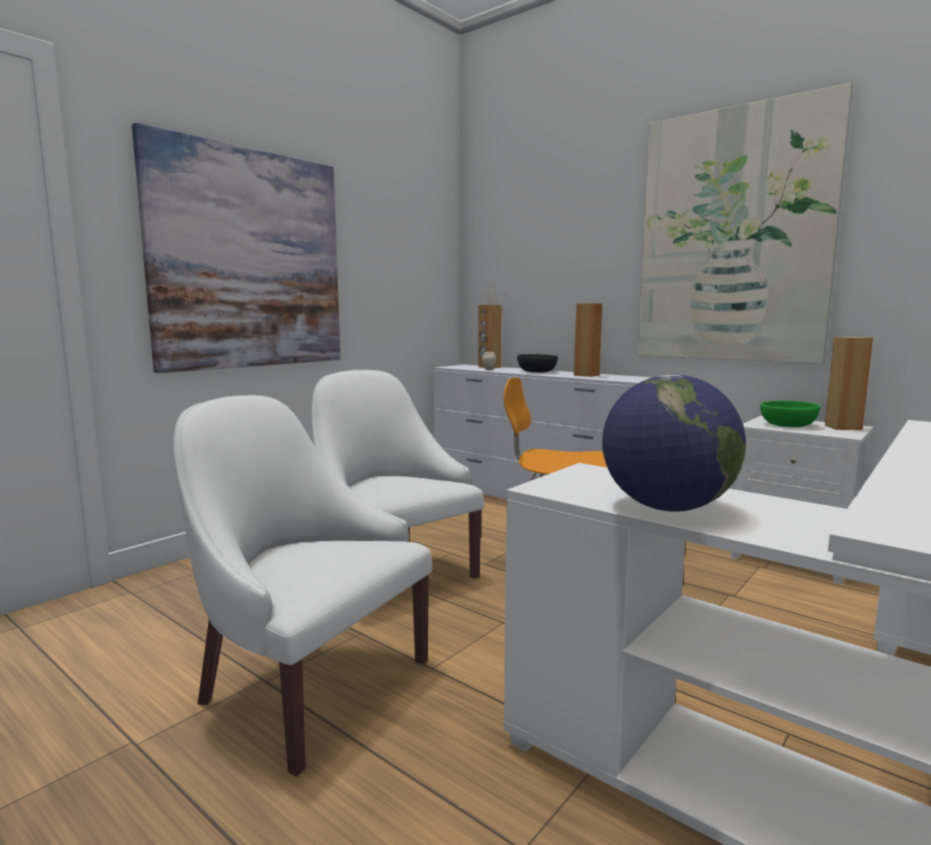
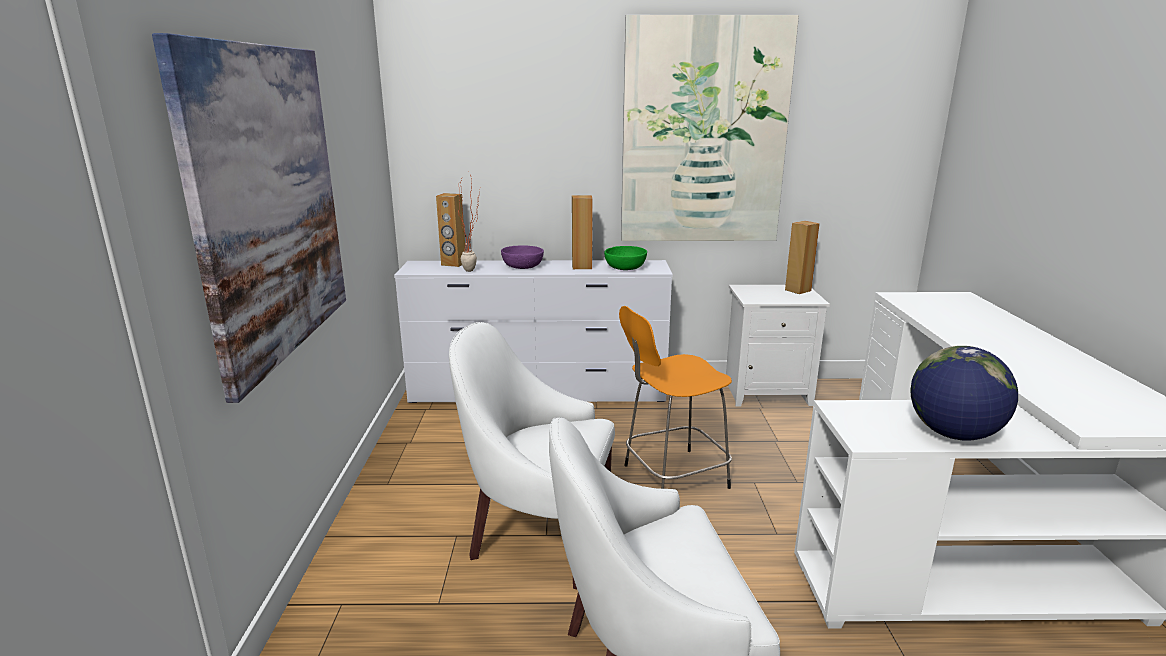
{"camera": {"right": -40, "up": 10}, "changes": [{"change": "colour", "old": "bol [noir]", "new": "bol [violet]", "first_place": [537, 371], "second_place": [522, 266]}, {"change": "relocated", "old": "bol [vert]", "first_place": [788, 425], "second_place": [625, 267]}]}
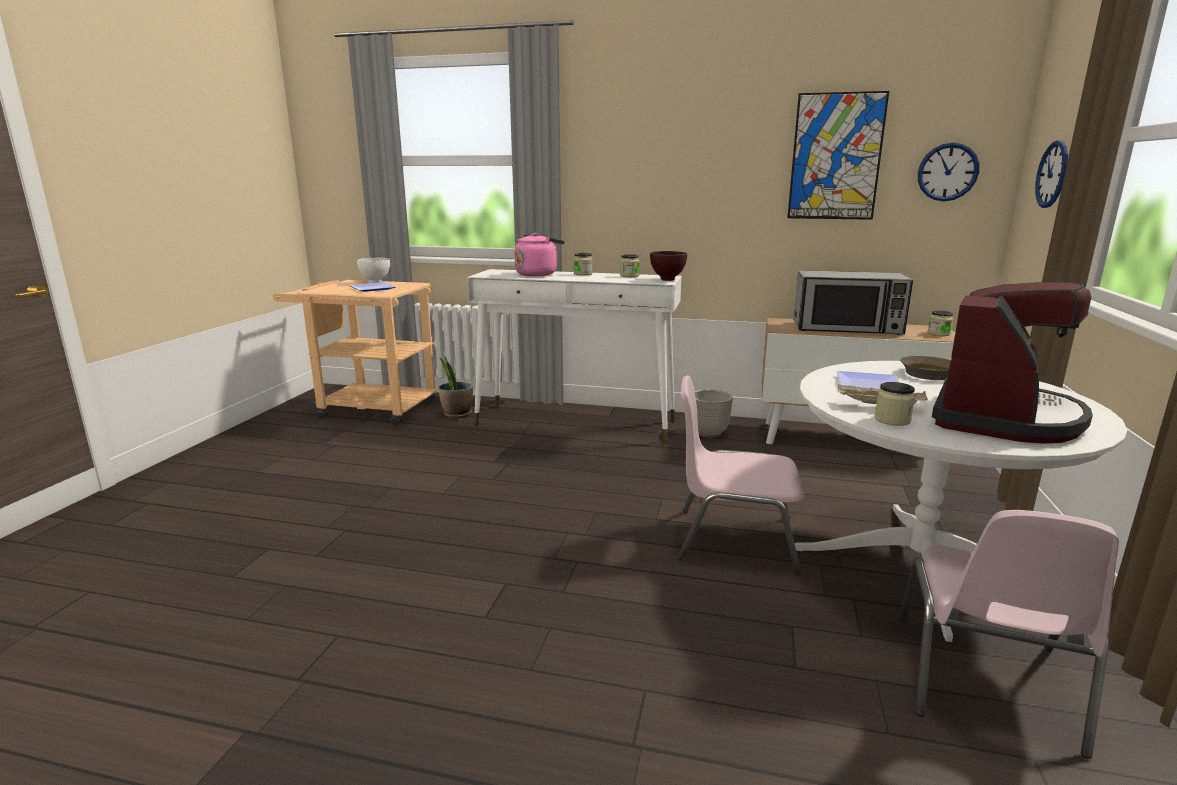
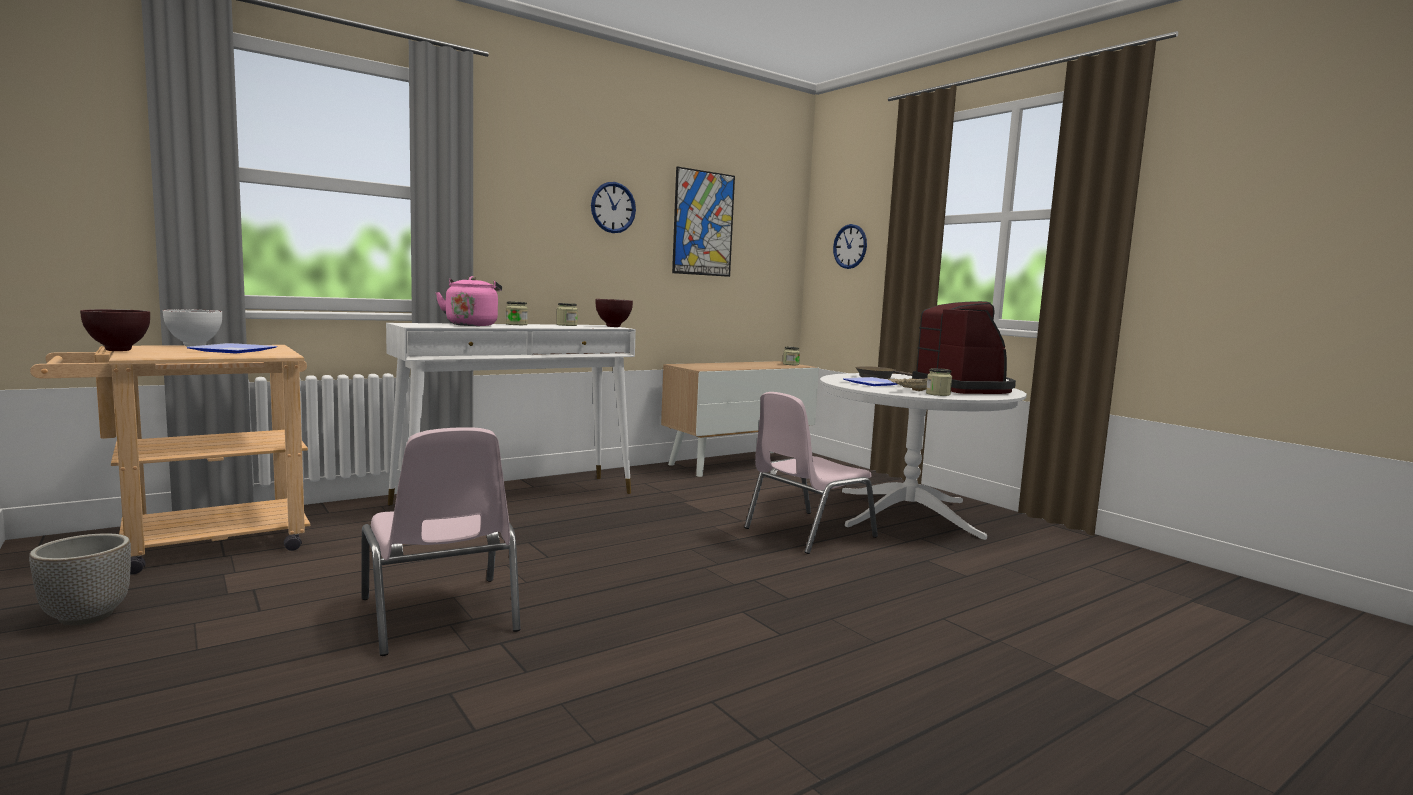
{"camera": {"right": -50, "up": -10}, "changes": [{"change": "relocated", "old": "cache-pot", "first_place": [708, 433], "second_place": [85, 616]}, {"change": "appeared", "new": "bol [marron]", "second_place": [120, 350]}, {"change": "relocated", "old": "chaise [rose]", "first_place": [984, 682], "second_place": [440, 616]}, {"change": "relocated", "old": "horloge murale", "first_place": [947, 172], "second_place": [613, 207]}, {"change": "missing", "old": "plante en pot", "first_place": [457, 414]}, {"change": "missing", "old": "micro-ondes", "first_place": [847, 329]}]}
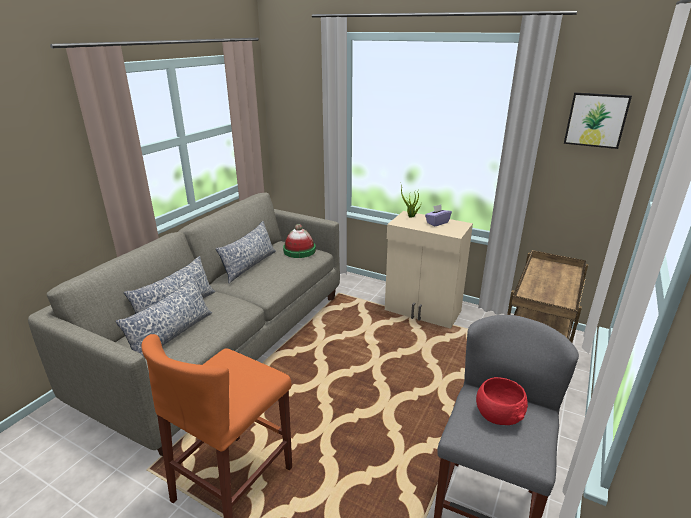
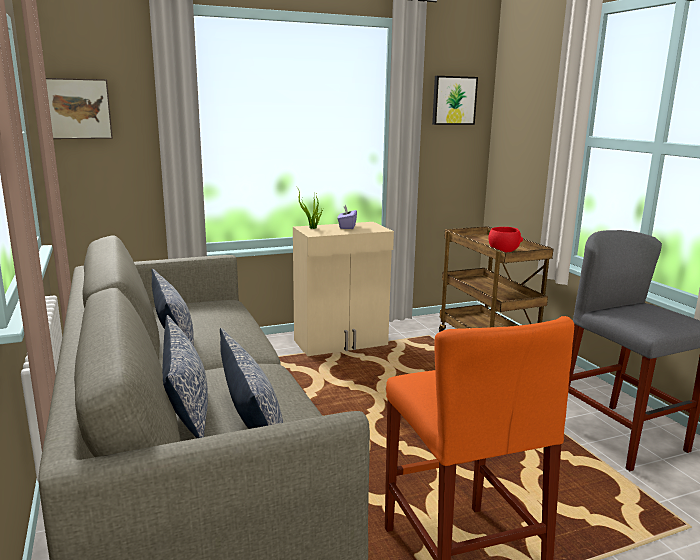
{"camera": {"right": -50, "up": -10}, "changes": [{"change": "appeared", "new": "tableau", "second_place": [79, 109]}, {"change": "relocated", "old": "bol [rouge]", "first_place": [499, 415], "second_place": [503, 250]}, {"change": "missing", "old": "chapeau", "first_place": [299, 250]}]}
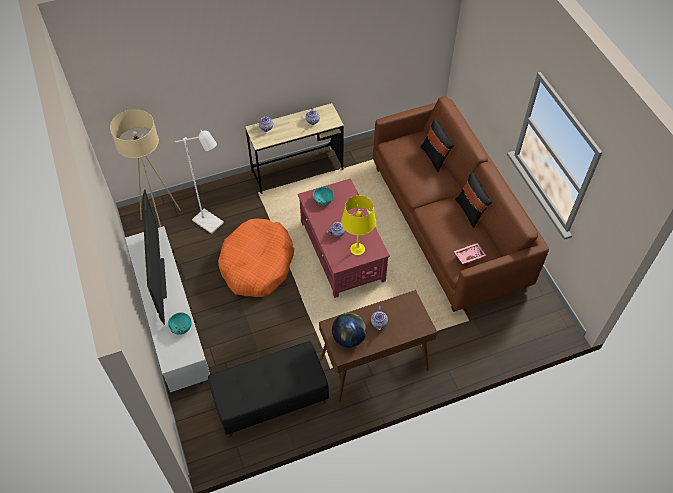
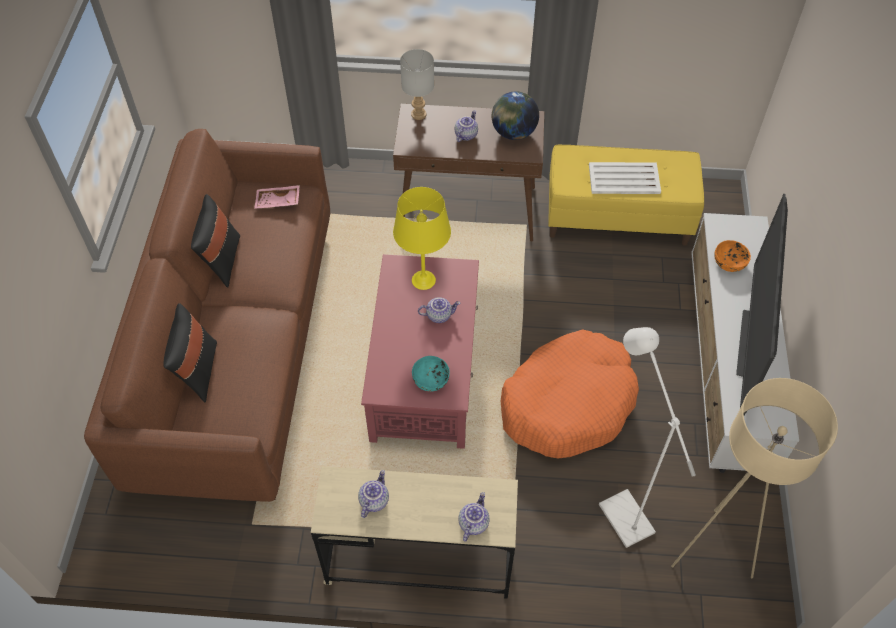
{"camera": {"right": -155, "up": 0}, "changes": [{"change": "appeared", "new": "lampe de table [gris]", "second_place": [419, 115]}, {"change": "colour", "old": "banc [noir]", "new": "banc [jaune]", "first_place": [271, 401], "second_place": [618, 218]}, {"change": "appeared", "new": "plateau [blanc]", "second_place": [625, 179]}, {"change": "colour", "old": "bol [turquoise]", "new": "bol [orange]", "first_place": [180, 327], "second_place": [729, 263]}]}
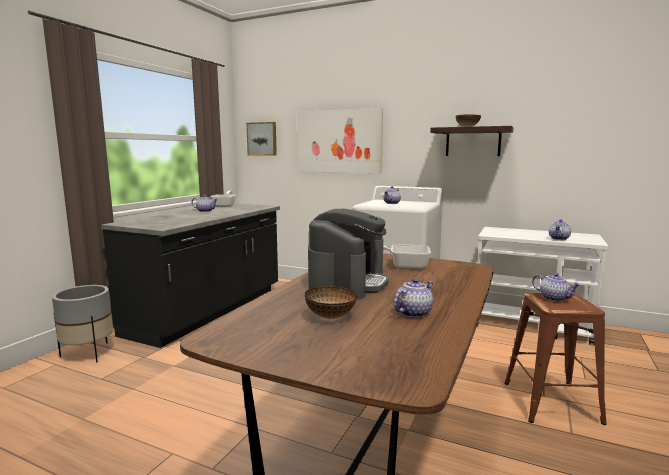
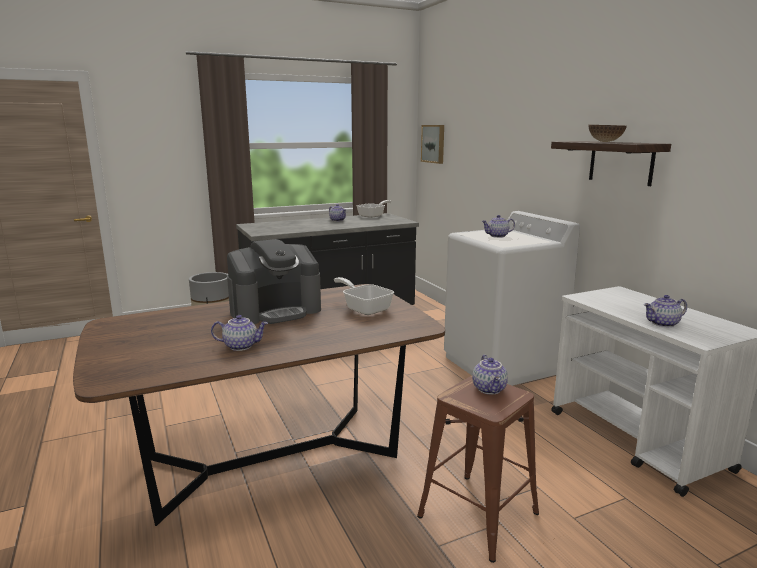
{"camera": {"right": 40, "up": 5}, "changes": [{"change": "missing", "old": "tableau", "first_place": [339, 141]}, {"change": "missing", "old": "bol", "first_place": [331, 317]}]}
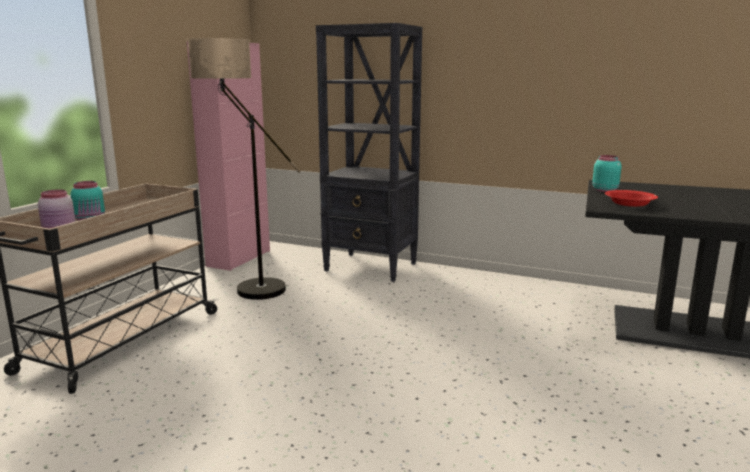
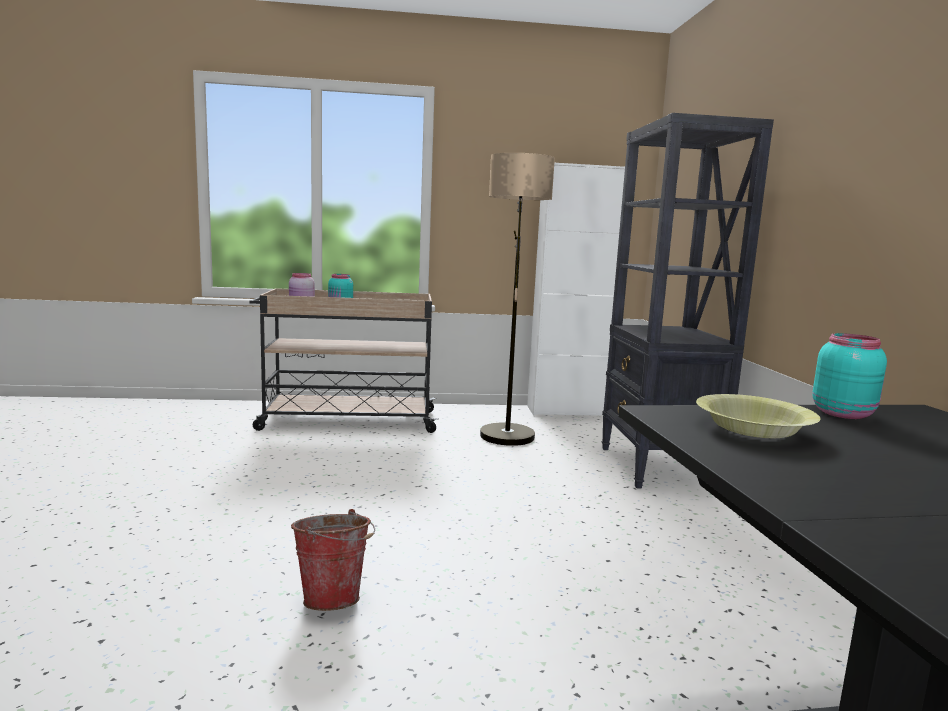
{"camera": {"right": 60, "up": -5}, "changes": [{"change": "appeared", "new": "seau", "second_place": [334, 597]}, {"change": "colour", "old": "meuble de rangement [rose]", "new": "meuble de rangement [blanc]", "first_place": [239, 258], "second_place": [567, 411]}, {"change": "colour", "old": "bol [rouge]", "new": "bol [jaune]", "first_place": [630, 204], "second_place": [753, 429]}]}
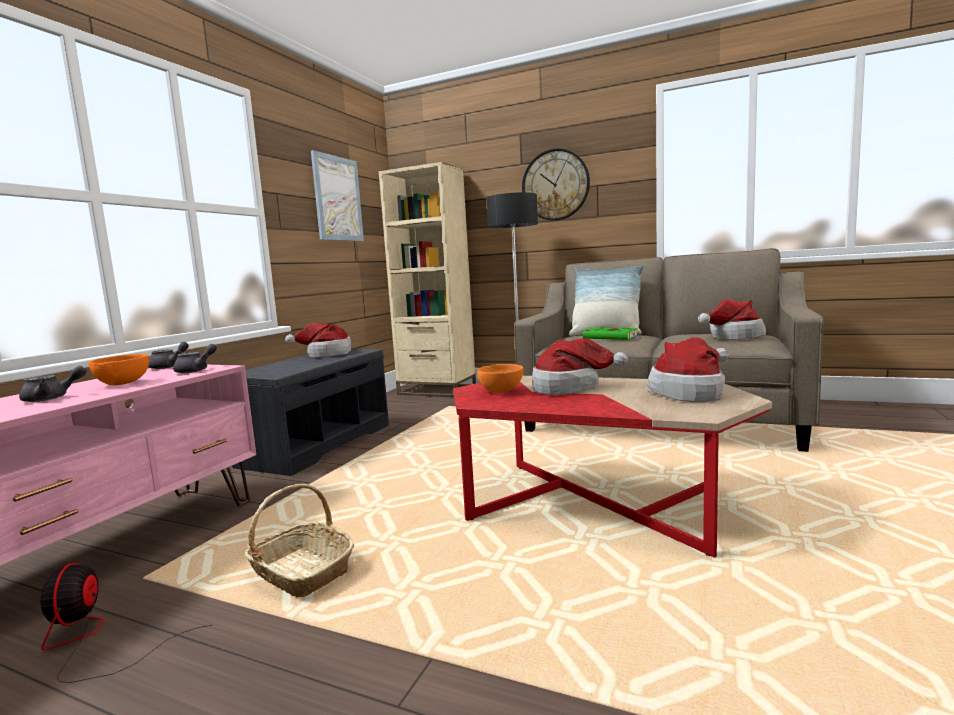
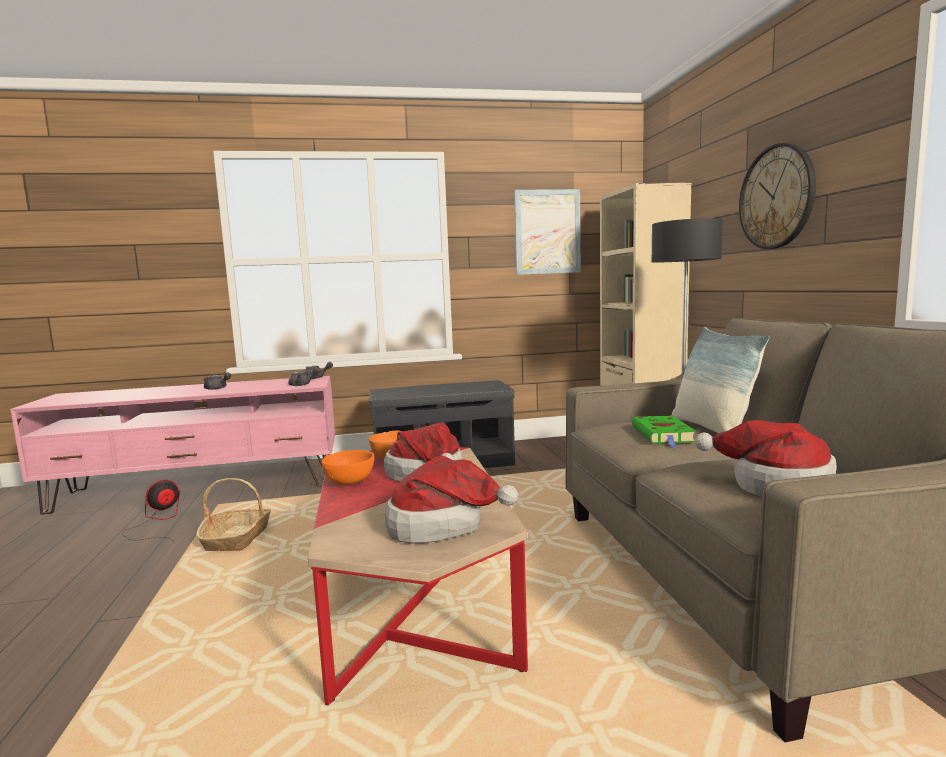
{"camera": {"right": 55, "up": 0}, "changes": [{"change": "relocated", "old": "bol [orange]", "first_place": [122, 383], "second_place": [349, 482]}, {"change": "missing", "old": "chapeau", "first_place": [327, 354]}]}
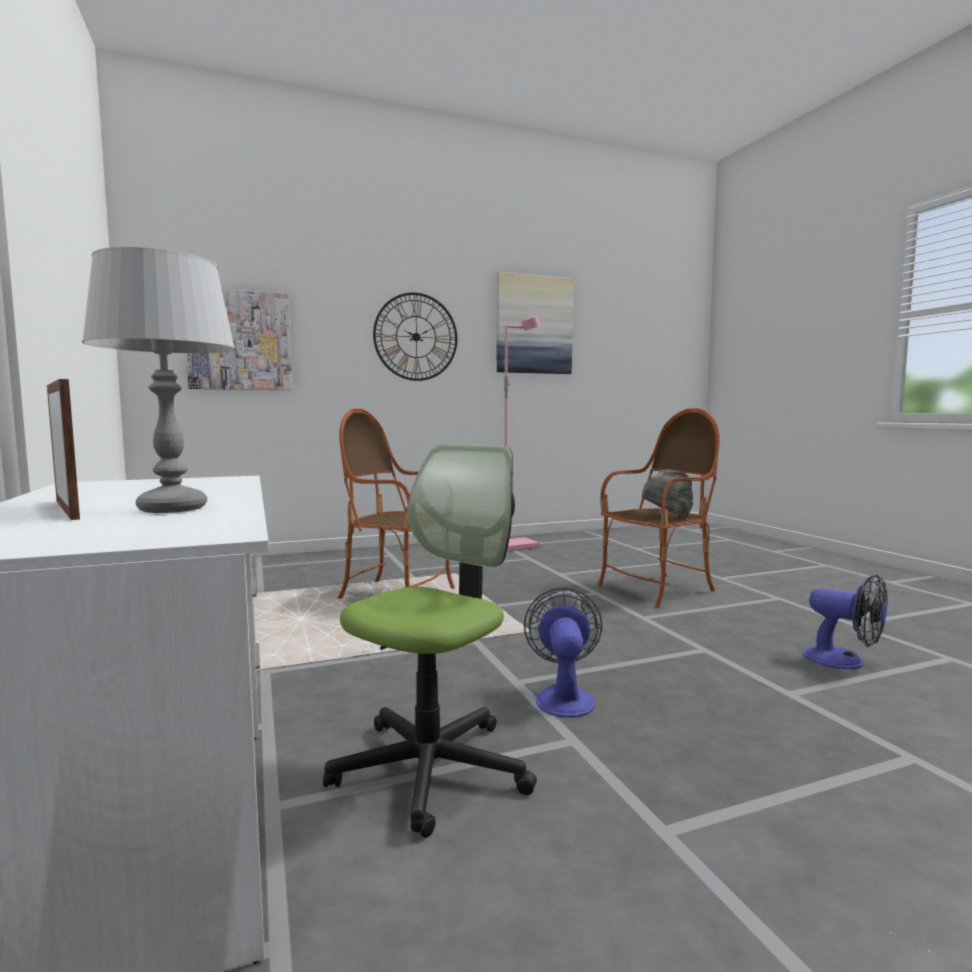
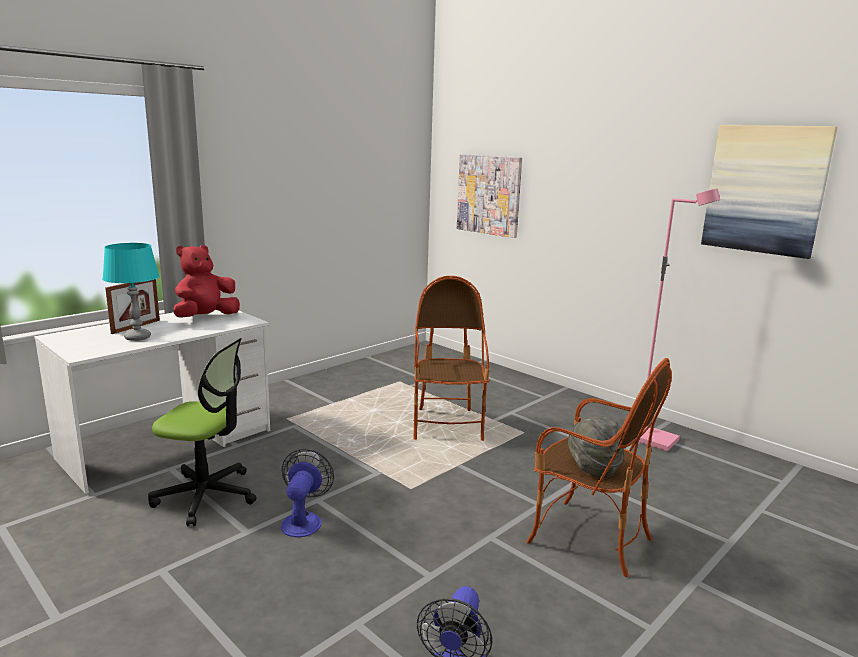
{"camera": {"right": 65, "up": 10}, "changes": [{"change": "colour", "old": "lampe de table [gris]", "new": "lampe de table [turquoise]", "first_place": [171, 509], "second_place": [137, 337]}, {"change": "appeared", "new": "peluche [rouge]", "second_place": [206, 318]}, {"change": "spun", "old": "ventilateur", "first_place": [563, 696], "second_place": [303, 520], "degrees": -60}, {"change": "missing", "old": "horloge murale", "first_place": [416, 337]}]}
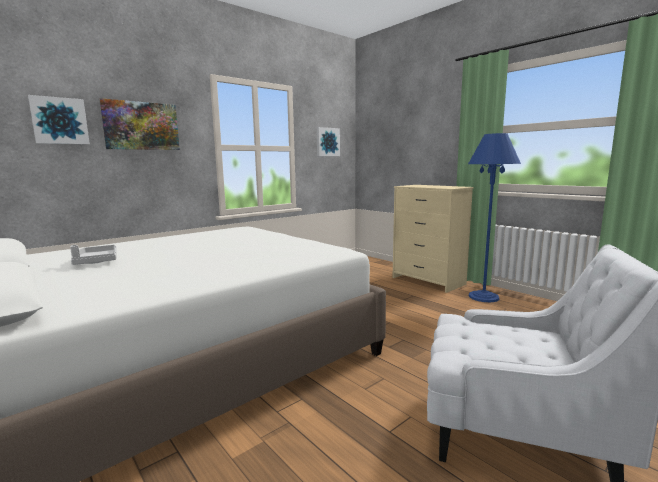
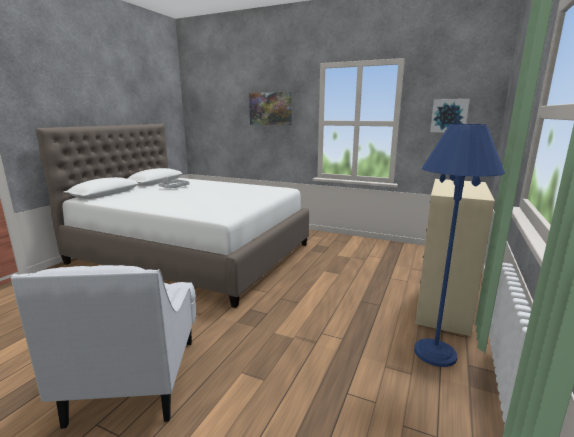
{"camera": {"right": 65, "up": 5}, "changes": [{"change": "missing", "old": "tableau", "first_place": [59, 121]}]}
